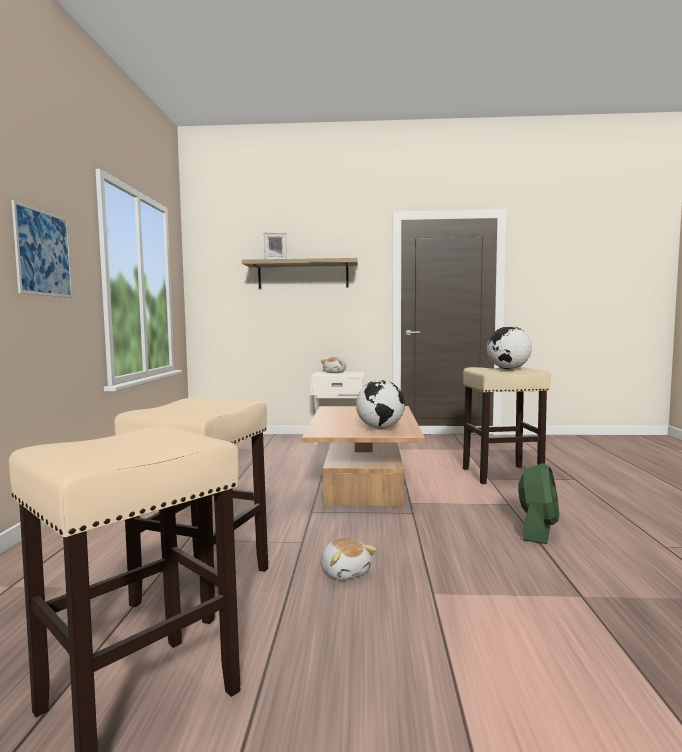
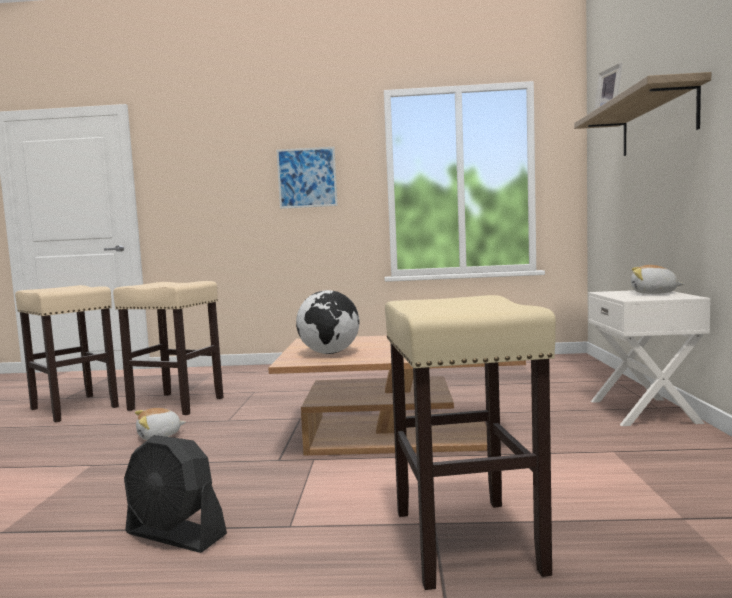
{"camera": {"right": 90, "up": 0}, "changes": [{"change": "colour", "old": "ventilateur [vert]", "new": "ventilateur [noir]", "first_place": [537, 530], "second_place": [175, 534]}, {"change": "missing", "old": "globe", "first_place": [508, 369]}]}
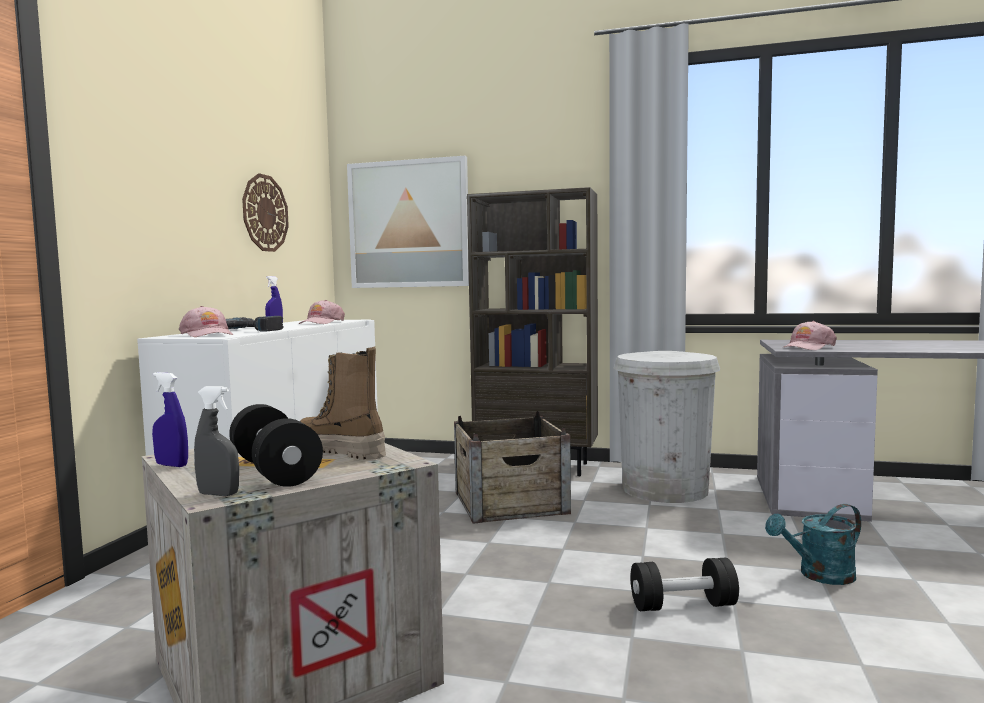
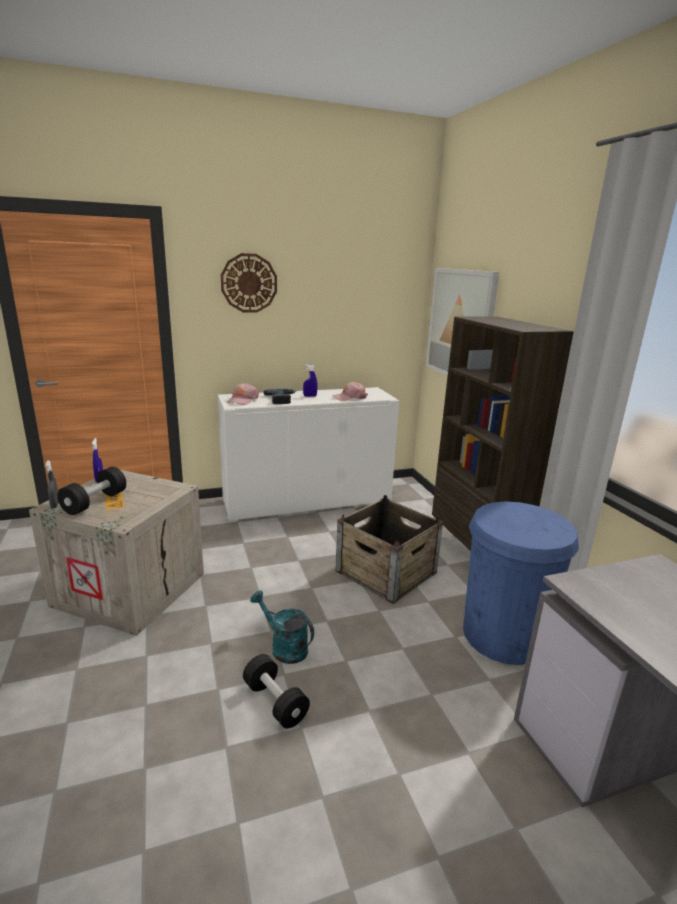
{"camera": {"right": 55, "up": 15}, "changes": [{"change": "relocated", "old": "horloge murale", "first_place": [265, 213], "second_place": [249, 283]}, {"change": "relocated", "old": "arrosoir [turquoise]", "first_place": [819, 576], "second_place": [284, 647]}, {"change": "colour", "old": "poubelle [blanc]", "new": "poubelle [bleu]", "first_place": [665, 489], "second_place": [503, 635]}, {"change": "missing", "old": "botte", "first_place": [340, 451]}, {"change": "missing", "old": "casquette [rose]", "first_place": [808, 347]}]}
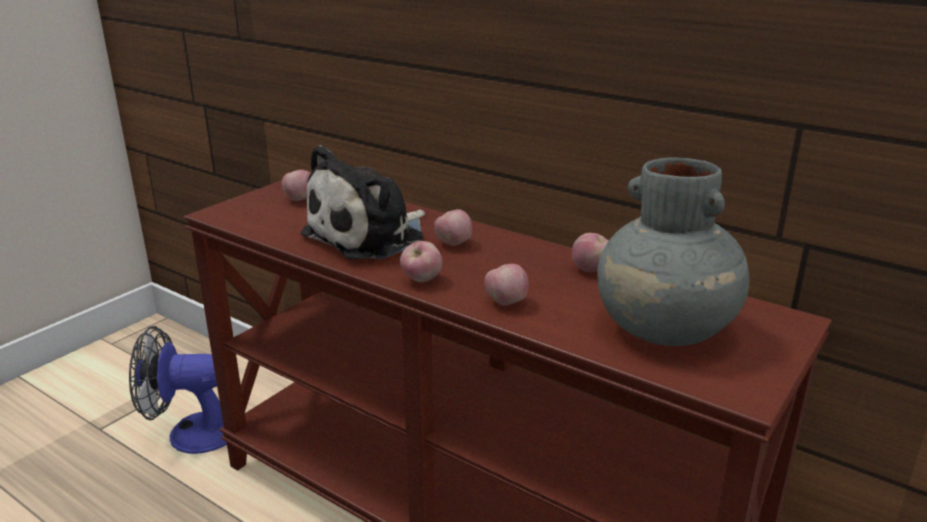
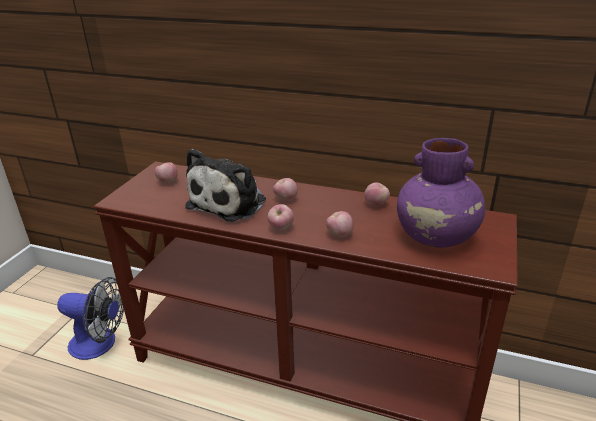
{"camera": {"right": -15, "up": 5}, "changes": [{"change": "spun", "old": "ventilateur", "first_place": [191, 433], "second_place": [100, 344], "degrees": -150}, {"change": "colour", "old": "vase [gris]", "new": "vase [violet]", "first_place": [665, 330], "second_place": [436, 237]}]}
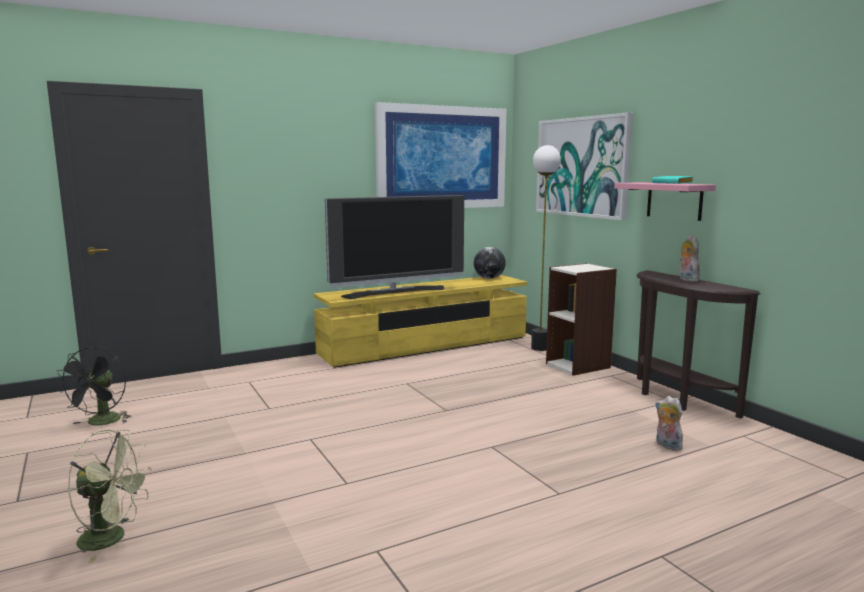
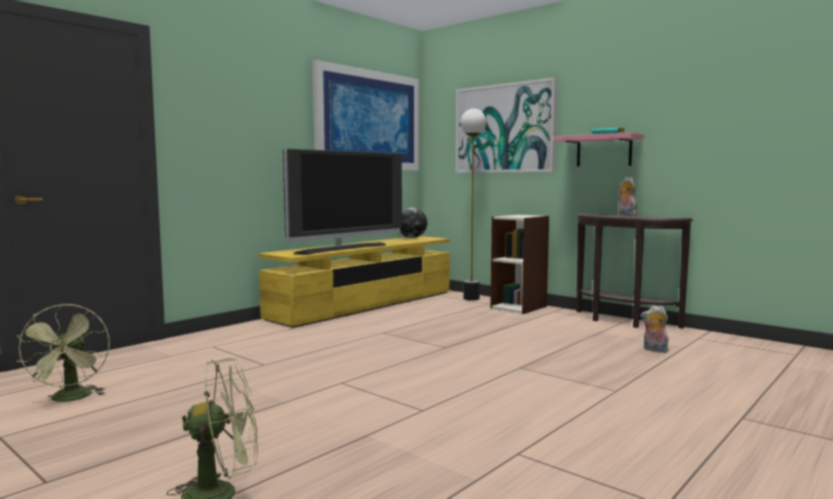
{"camera": {"right": -20, "up": -5}, "changes": [{"change": "colour", "old": "ventilateur [noir]", "new": "ventilateur [vert]", "first_place": [101, 423], "second_place": [71, 399]}]}
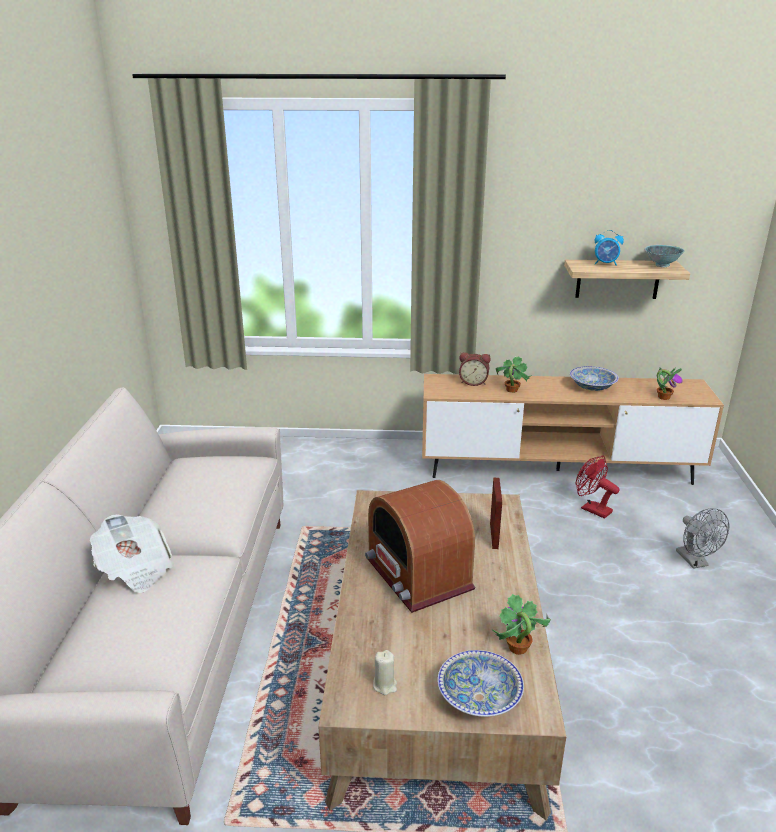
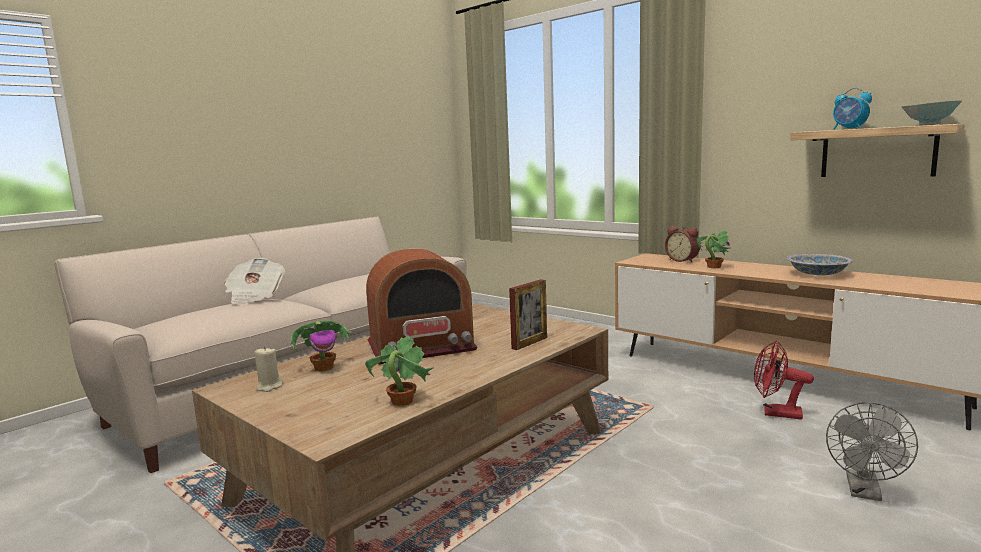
{"camera": {"right": 40, "up": -15}, "changes": [{"change": "relocated", "old": "plante en pot", "first_place": [663, 397], "second_place": [324, 368]}, {"change": "spun", "old": "radio", "first_place": [418, 574], "second_place": [421, 346], "degrees": -120}, {"change": "spun", "old": "ventilateur [rouge]", "first_place": [591, 509], "second_place": [776, 413], "degrees": -60}, {"change": "missing", "old": "bol", "first_place": [478, 698]}]}
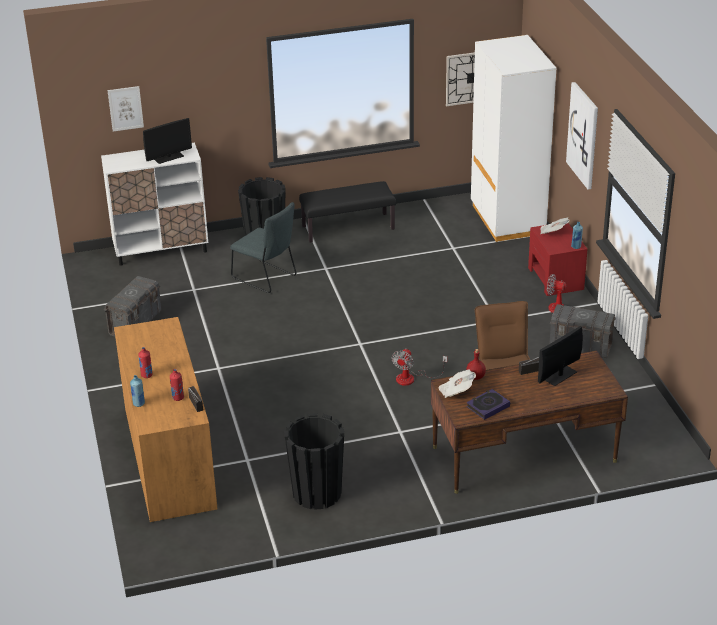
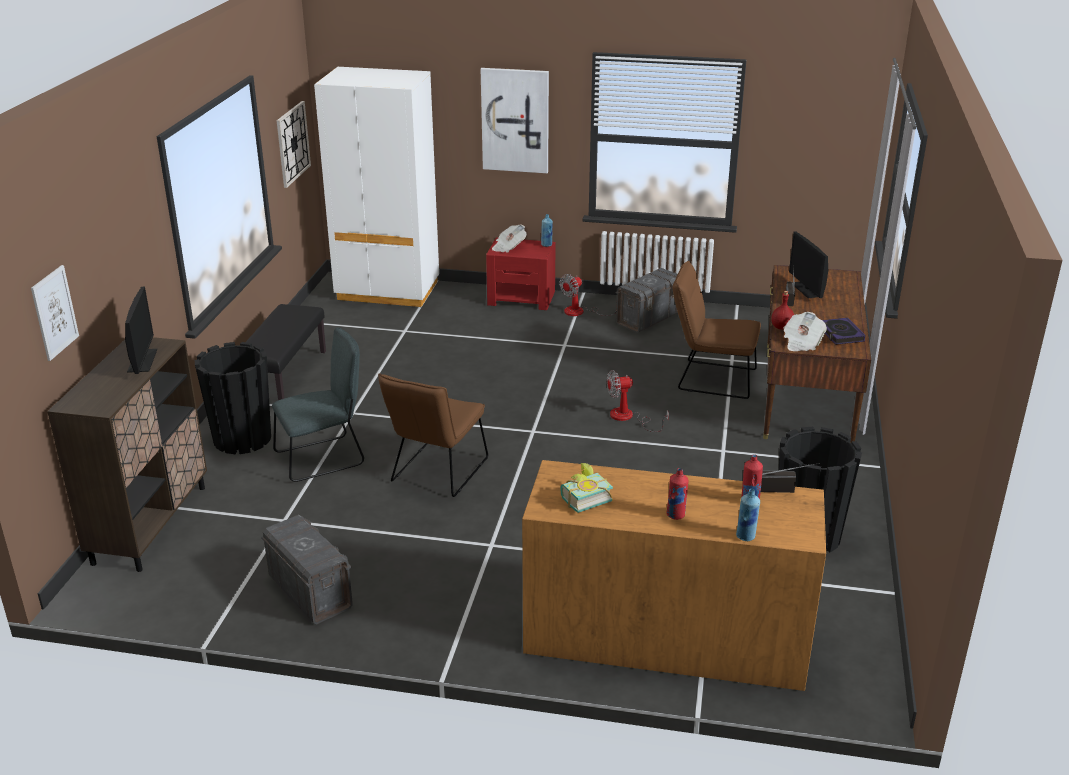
{"camera": {"right": -65, "up": -5}, "changes": [{"change": "colour", "old": "meuble de rangement [blanc]", "new": "meuble de rangement [marron]", "first_place": [161, 250], "second_place": [150, 524]}, {"change": "appeared", "new": "chaise [marron]", "second_place": [436, 473]}, {"change": "appeared", "new": "livre", "second_place": [583, 498]}, {"change": "spun", "old": "ventilateur", "first_place": [412, 378], "second_place": [628, 418], "degrees": 120}]}
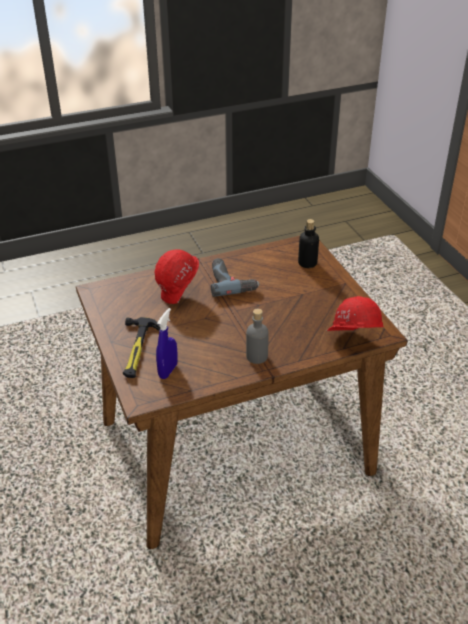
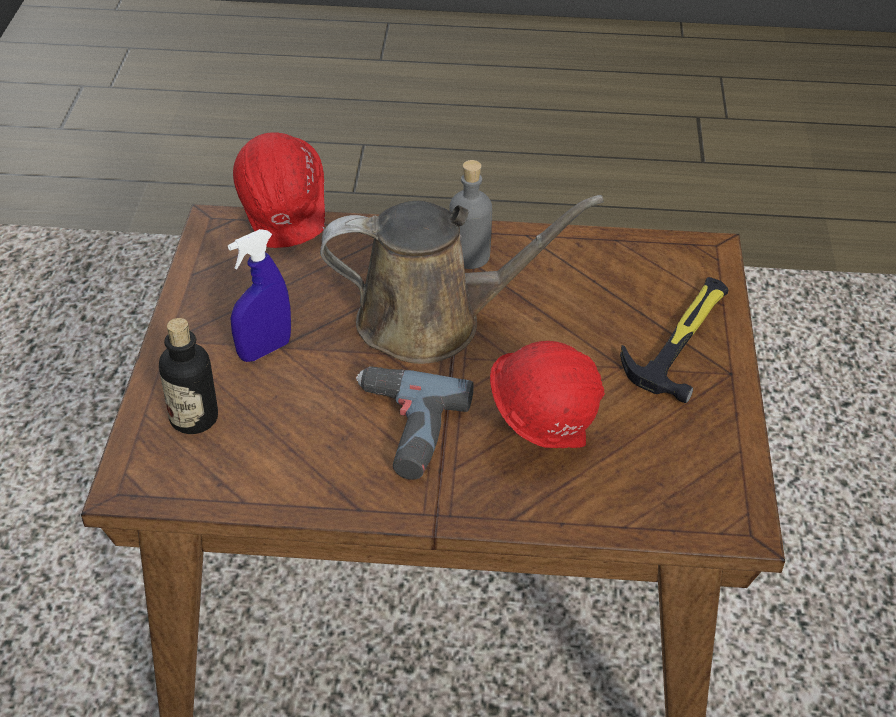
{"camera": {"right": -155, "up": 5}, "changes": [{"change": "relocated", "old": "vaporisateur [bleu]", "first_place": [168, 371], "second_place": [264, 350]}, {"change": "appeared", "new": "arrosoir [marron]", "second_place": [432, 322]}]}
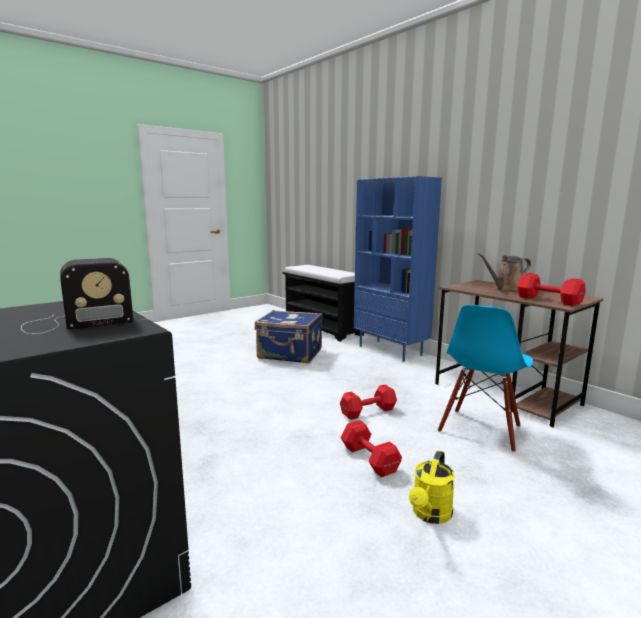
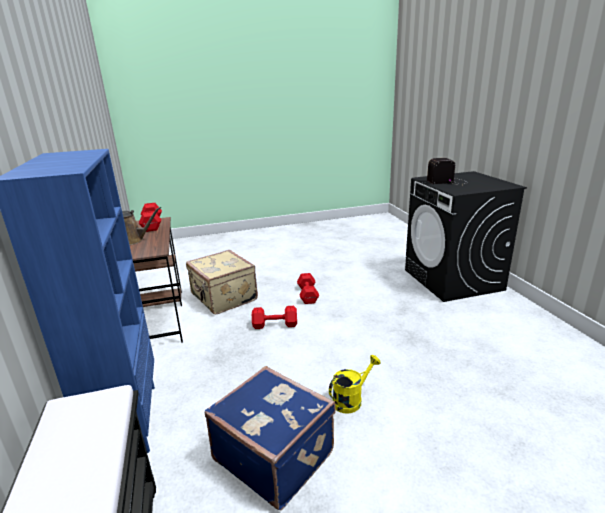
{"camera": {"right": -155, "up": 10}, "changes": [{"change": "exchanged", "old": "chaise [bleu]", "new": "valise [beige]", "first_place": [481, 429], "second_place": [223, 298]}, {"change": "relocated", "old": "arrosoir [jaune]", "first_place": [430, 515], "second_place": [351, 399]}]}
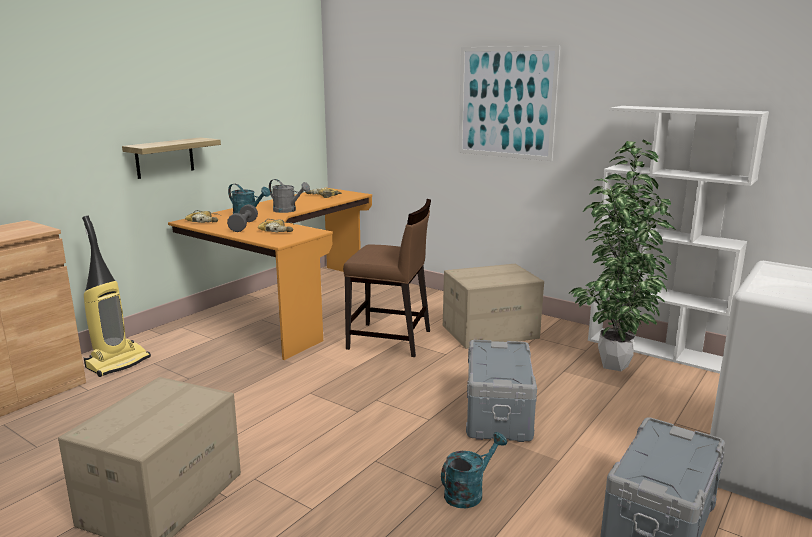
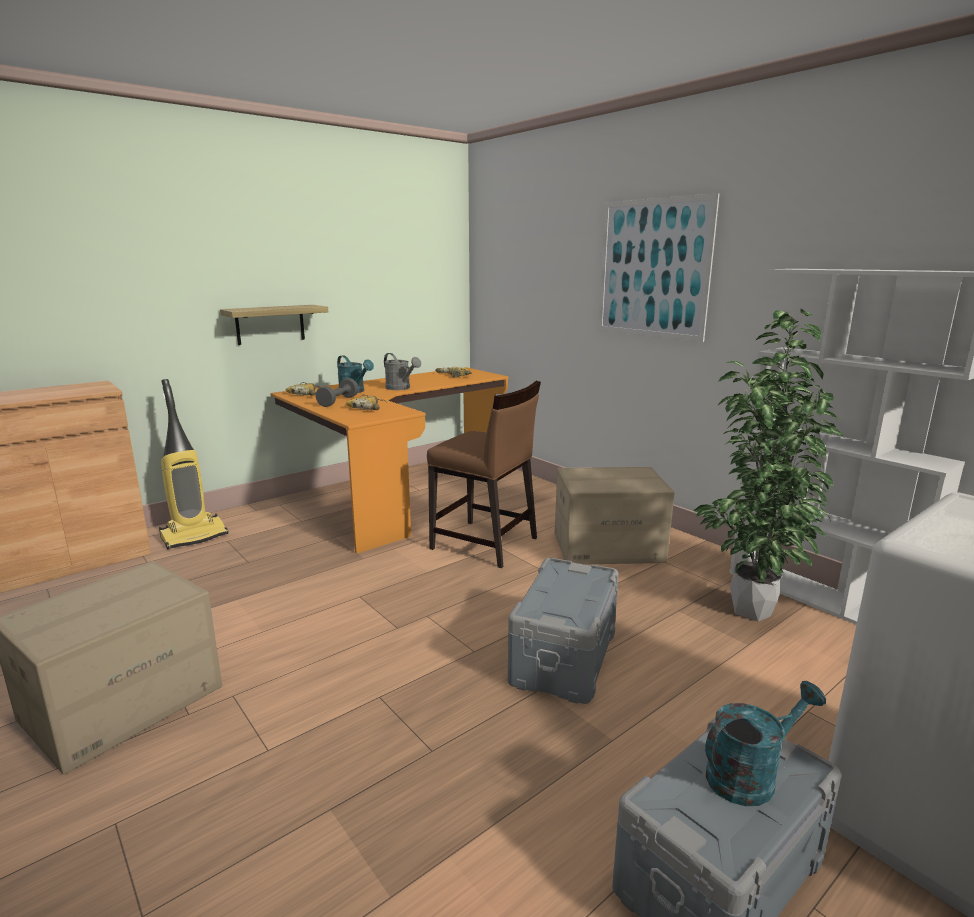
{"camera": {"right": 15, "up": 0}, "changes": [{"change": "relocated", "old": "arrosoir [turquoise]", "first_place": [469, 492], "second_place": [750, 775]}]}
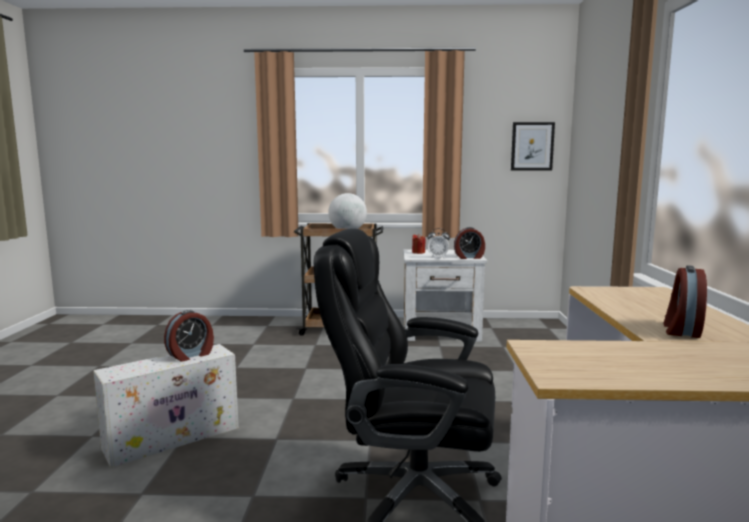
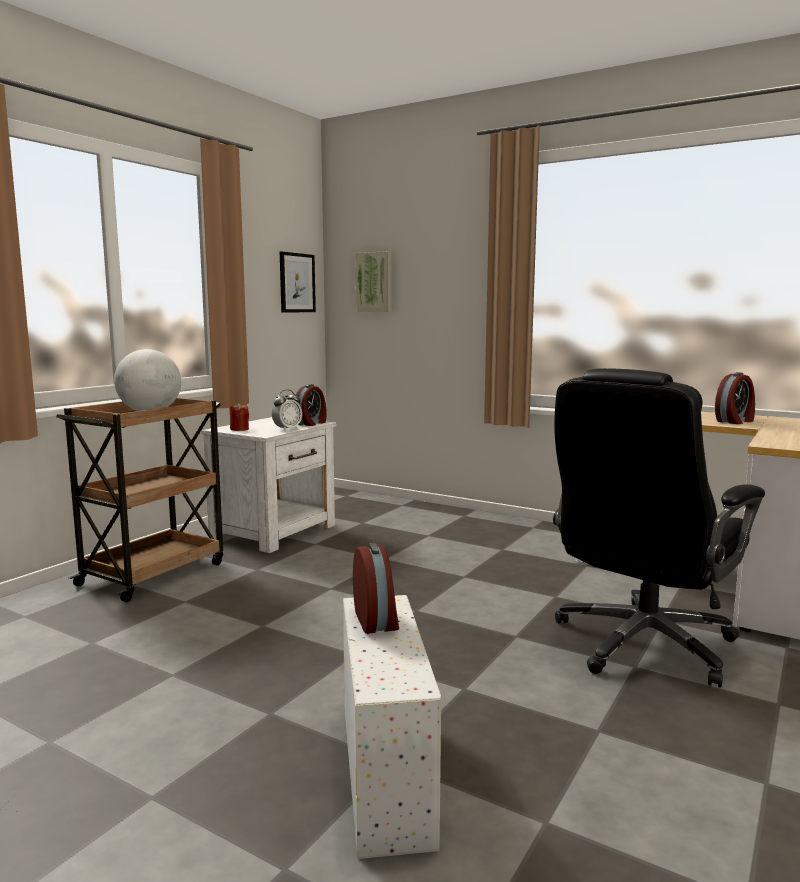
{"camera": {"right": -60, "up": 0}, "changes": [{"change": "appeared", "new": "tableau", "second_place": [375, 282]}, {"change": "spun", "old": "réveil", "first_place": [681, 330], "second_place": [735, 421], "degrees": -90}]}
